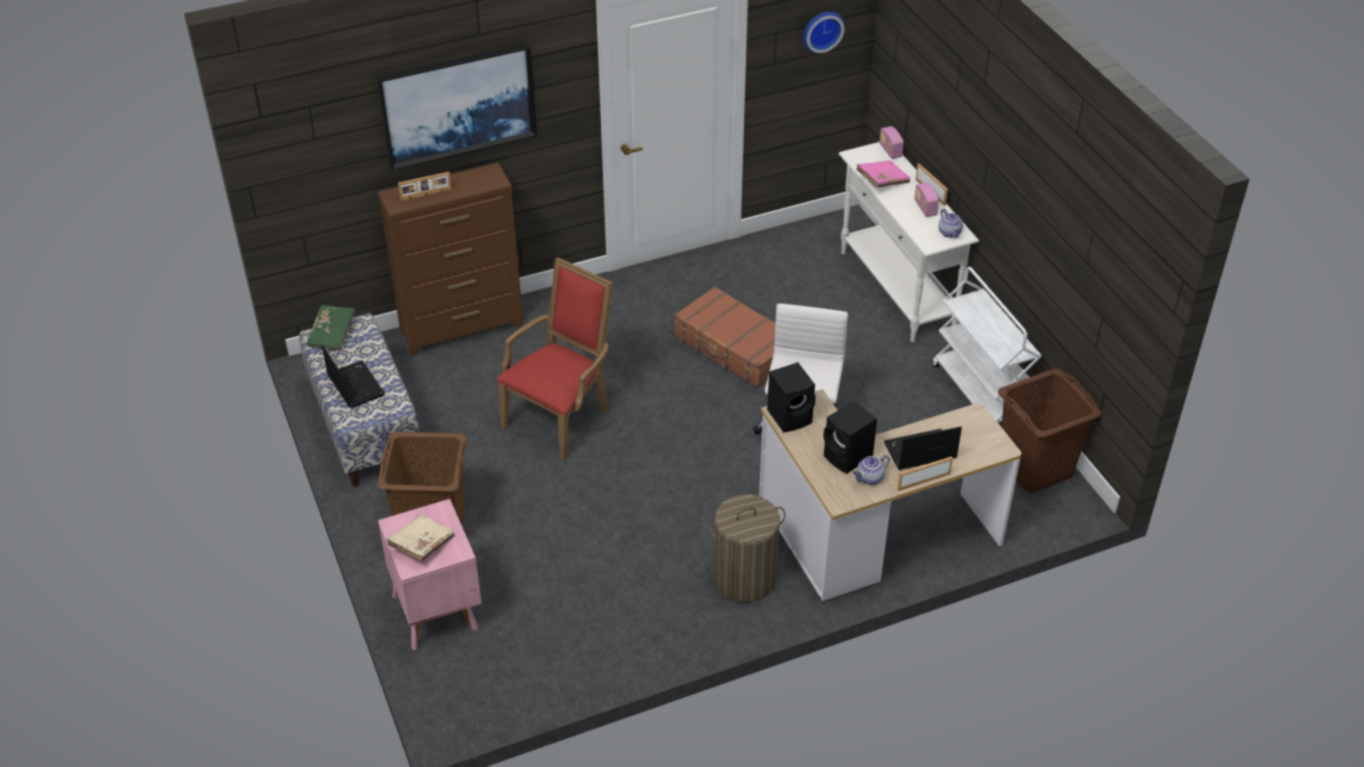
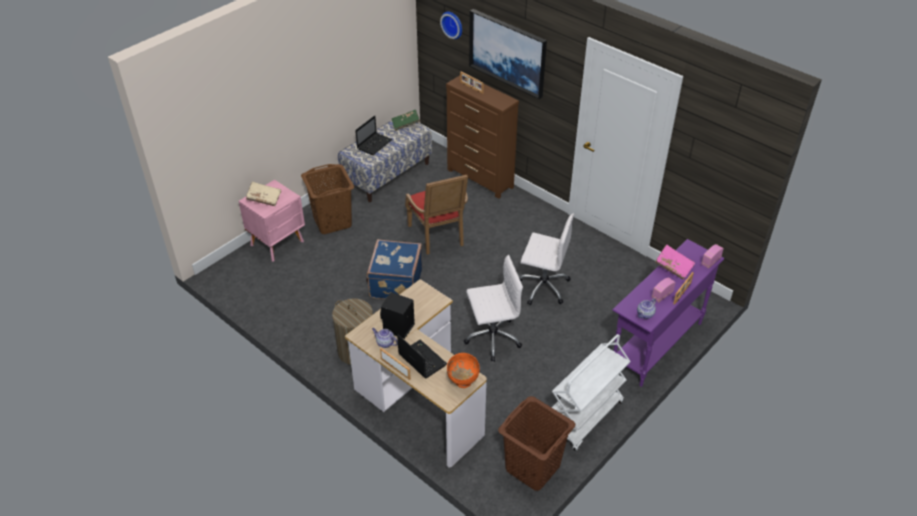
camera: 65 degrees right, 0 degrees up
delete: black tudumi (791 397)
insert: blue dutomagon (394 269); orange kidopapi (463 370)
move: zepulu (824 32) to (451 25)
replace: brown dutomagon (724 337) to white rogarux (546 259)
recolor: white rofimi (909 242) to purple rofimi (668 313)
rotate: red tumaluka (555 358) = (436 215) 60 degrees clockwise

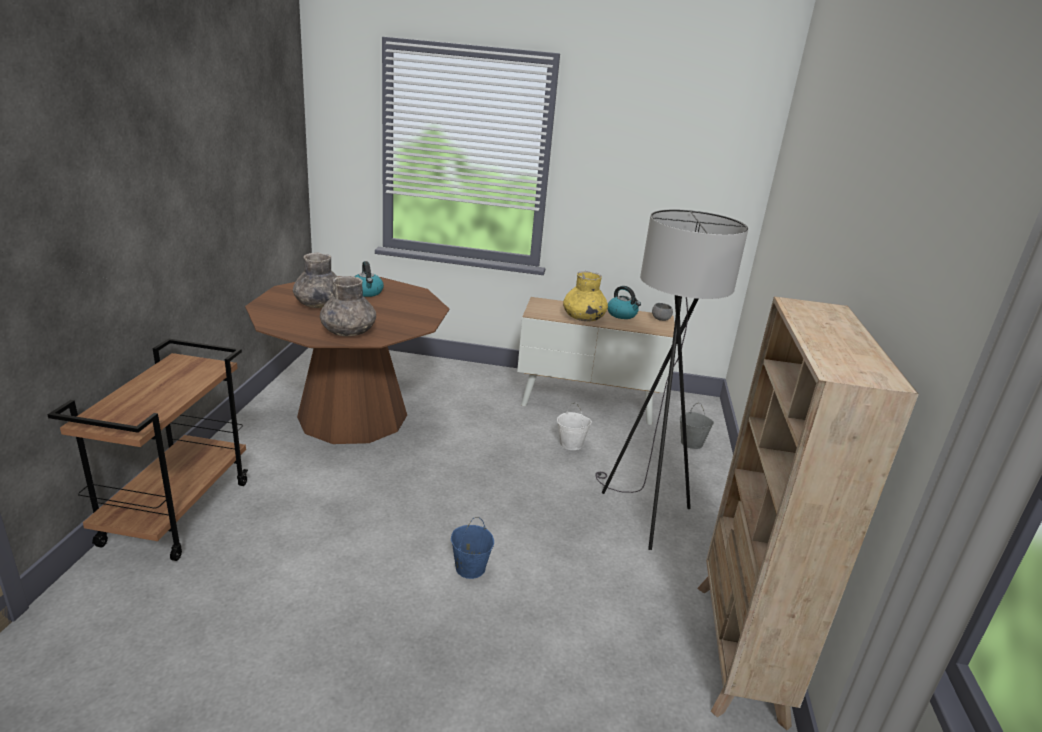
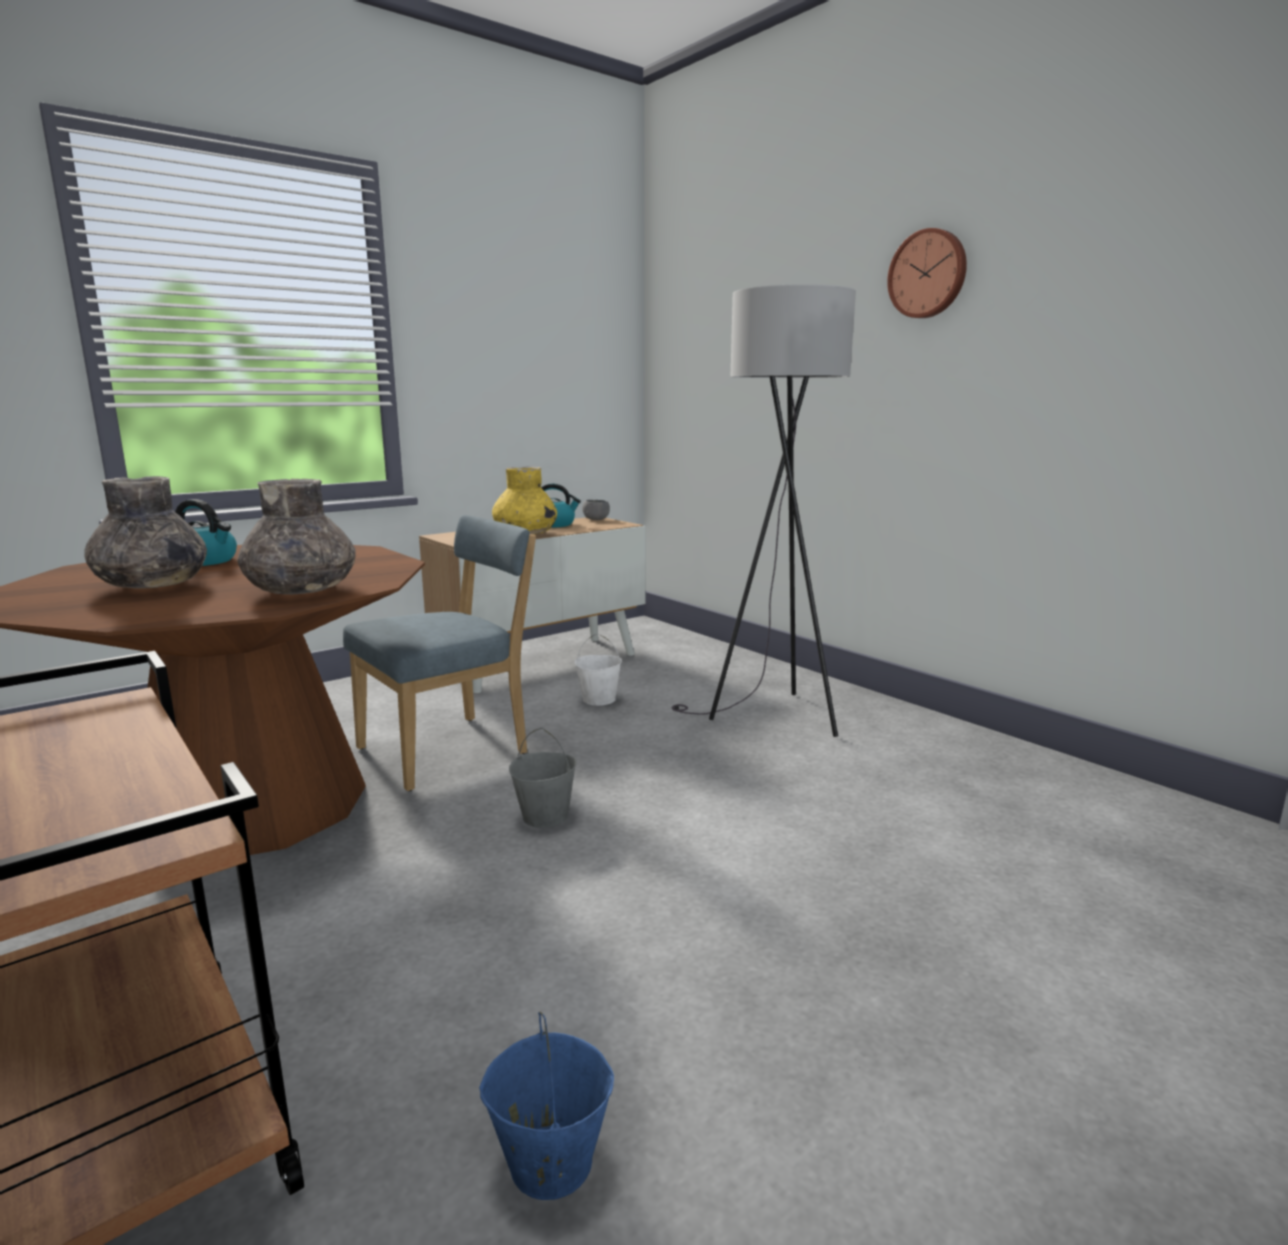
camera: 45 degrees left, 10 degrees down
delete: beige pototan (808 513)
insert: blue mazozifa (439 653); zepulu (927 273)
move: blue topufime (472 548) to (546 1105); grey topufime (697 426) to (543 778)

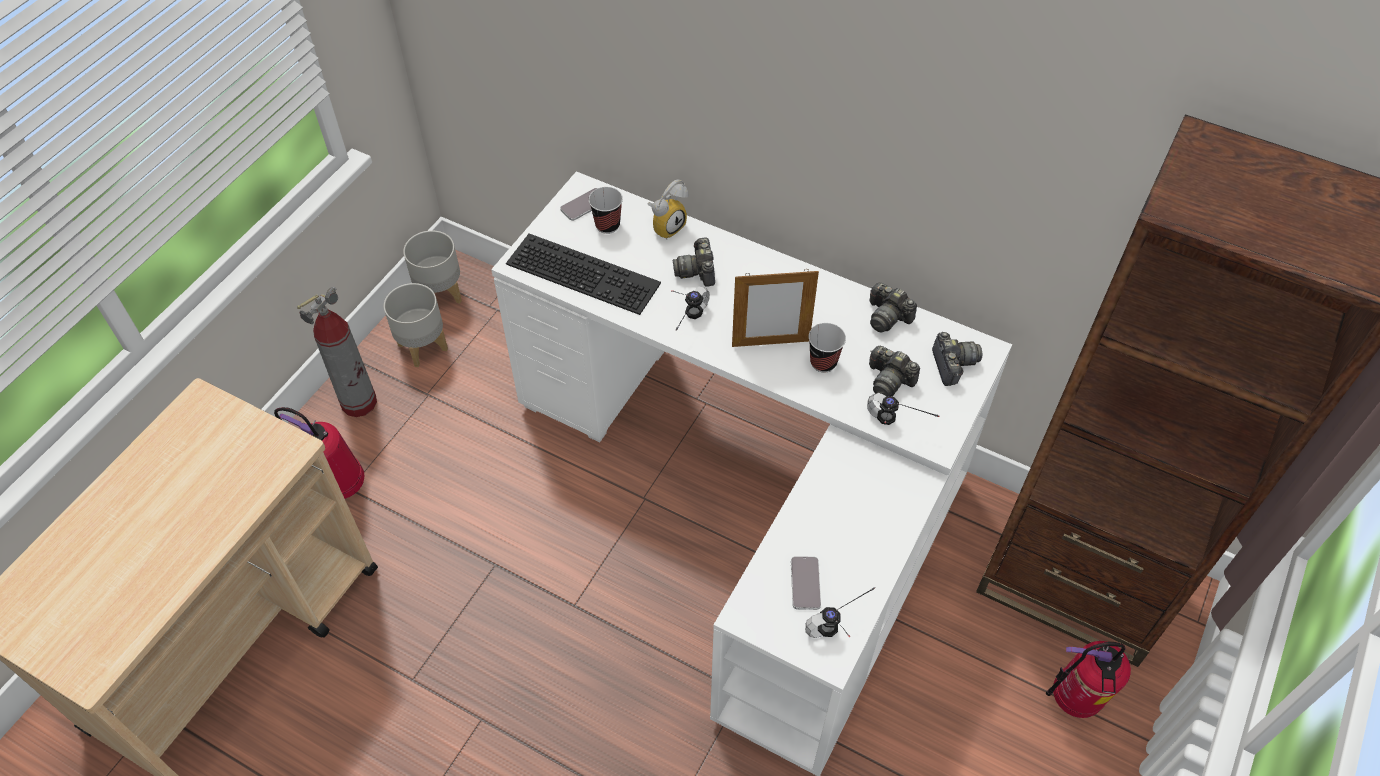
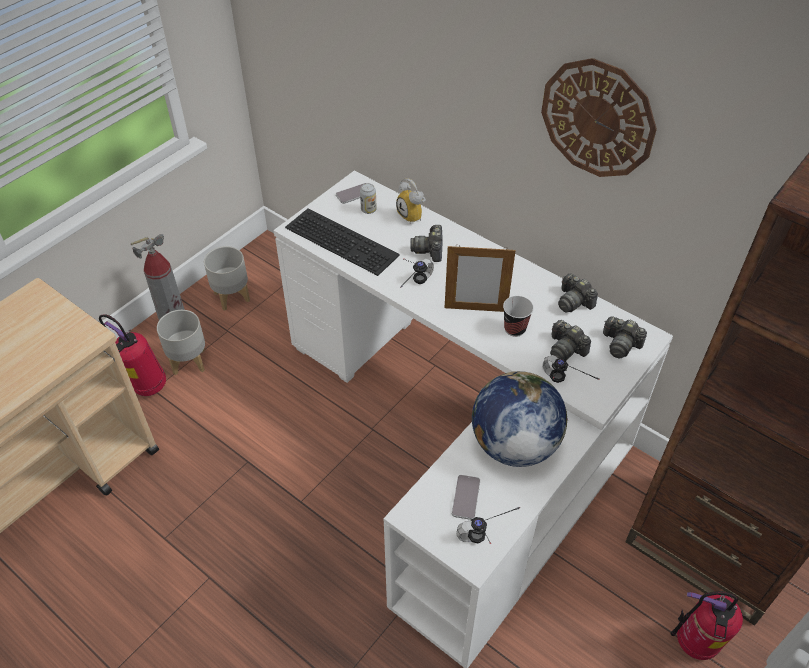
camera: 10 degrees right, 5 degrees down
insert: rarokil (520 419); zepulu (599 117)
move: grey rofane (432 267) to (181 342)
replace: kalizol (606 210) to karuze (368 198)
rotate: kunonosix (668 209) = (411 200) 90 degrees clockwise; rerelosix (957 359) = (625 337) 120 degrees clockwise

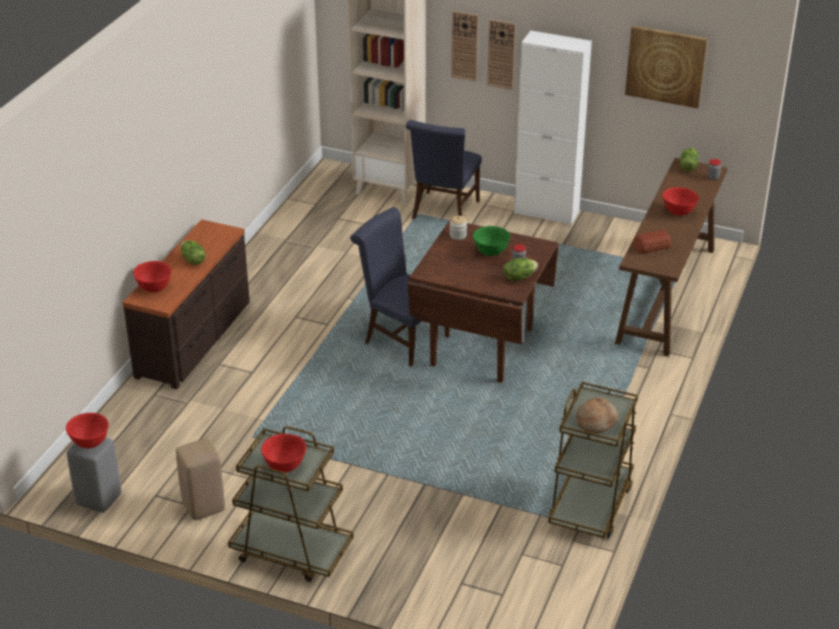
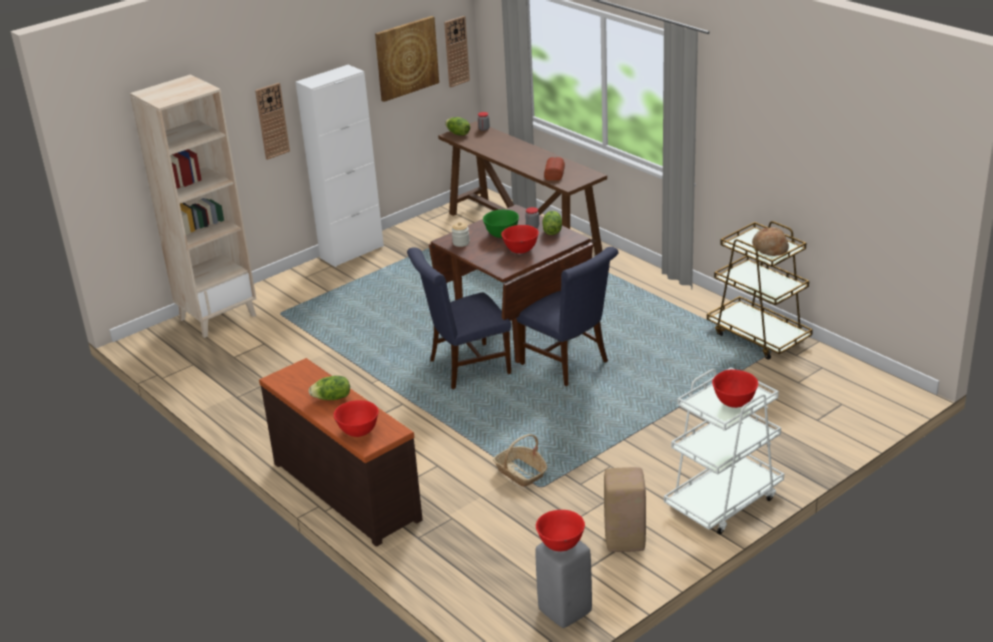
camera: 60 degrees left, 5 degrees down
insert: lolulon (520 460)
move: zepulu (464 46) to (457 52); red kidopapi (680 201) to (520 239); blue mazozifa (444 169) to (567 316)
recolor: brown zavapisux (291 504) to white zavapisux (724 451)

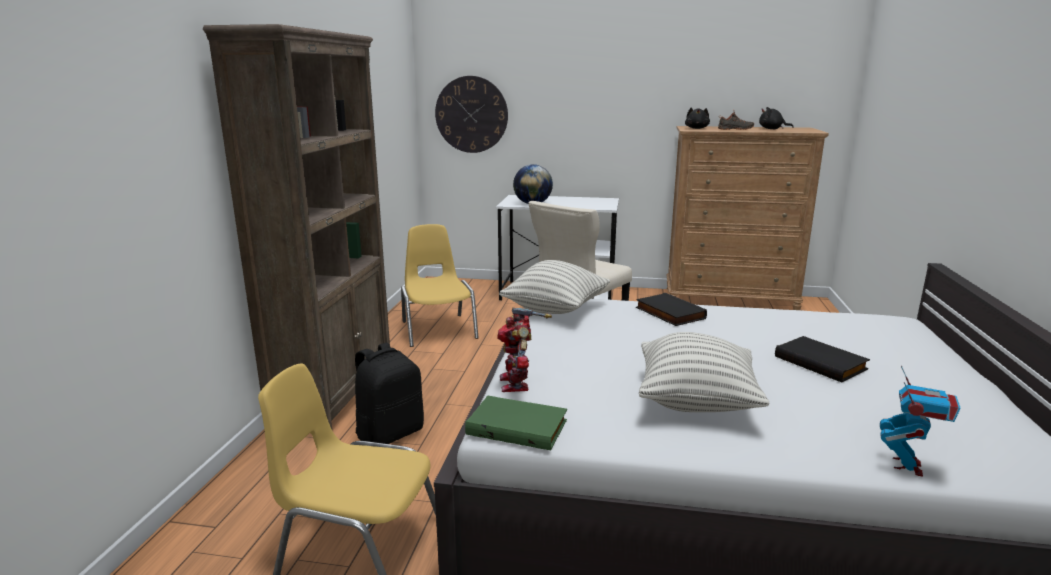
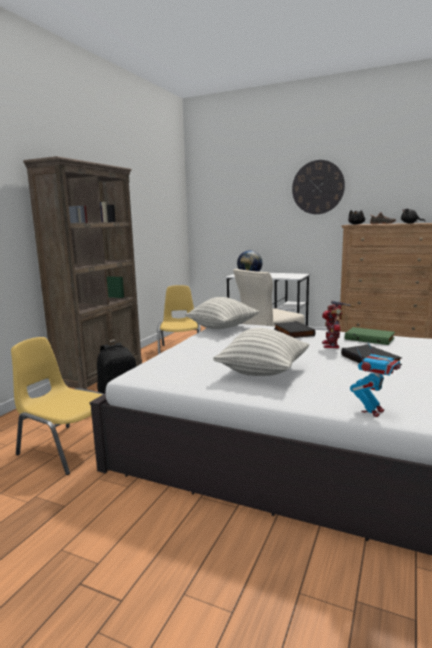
camera: 15 degrees right, 5 degrees down
move: zepulu (471 114) to (318 187); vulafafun (524 350) to (338 324); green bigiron (516 423) to (370 336)

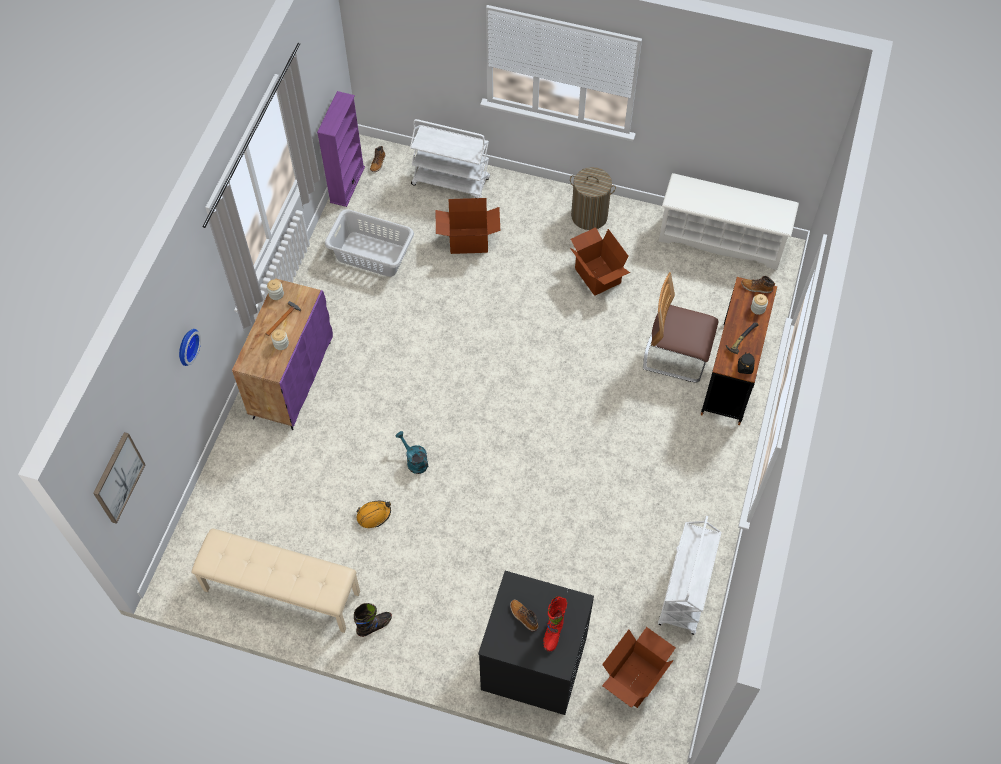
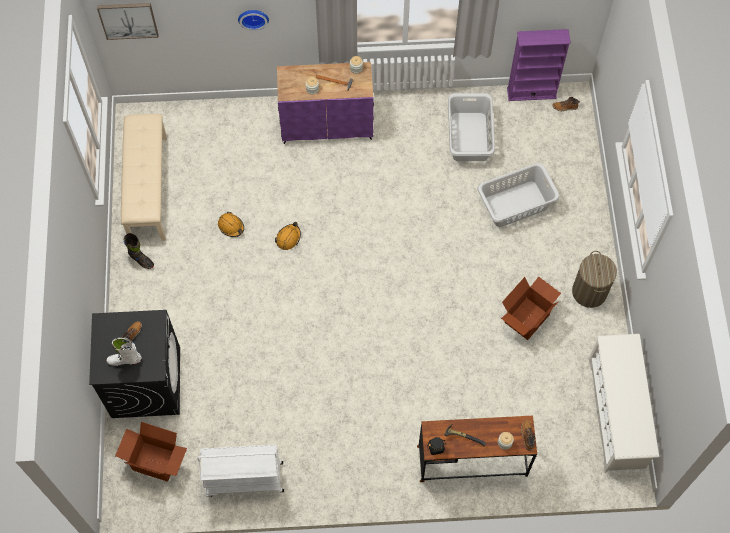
camera: 70 degrees right, 5 degrees up
delete: white zavapisux (450 158); mazozifa (680 327)
replace: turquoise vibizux (412 452) to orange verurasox (288 236); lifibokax (467 226) to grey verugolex (518 195)
recolor: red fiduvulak (555 624) to white fiduvulak (124 352)

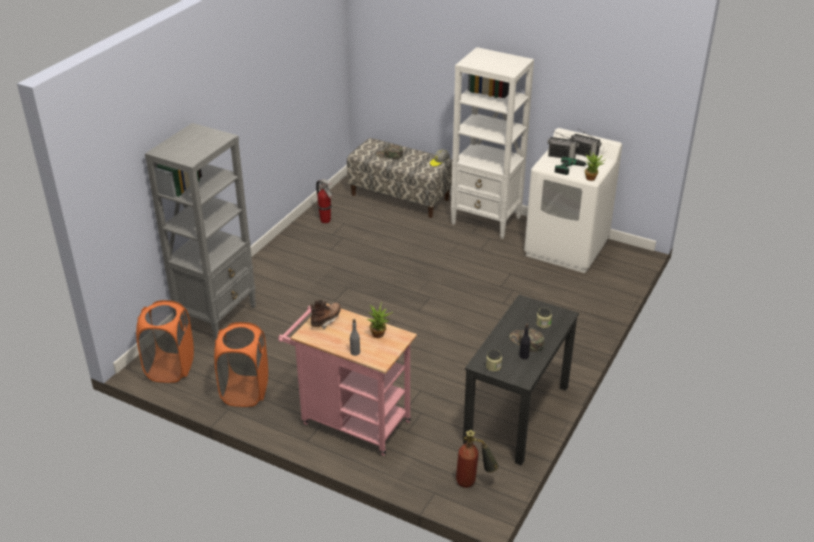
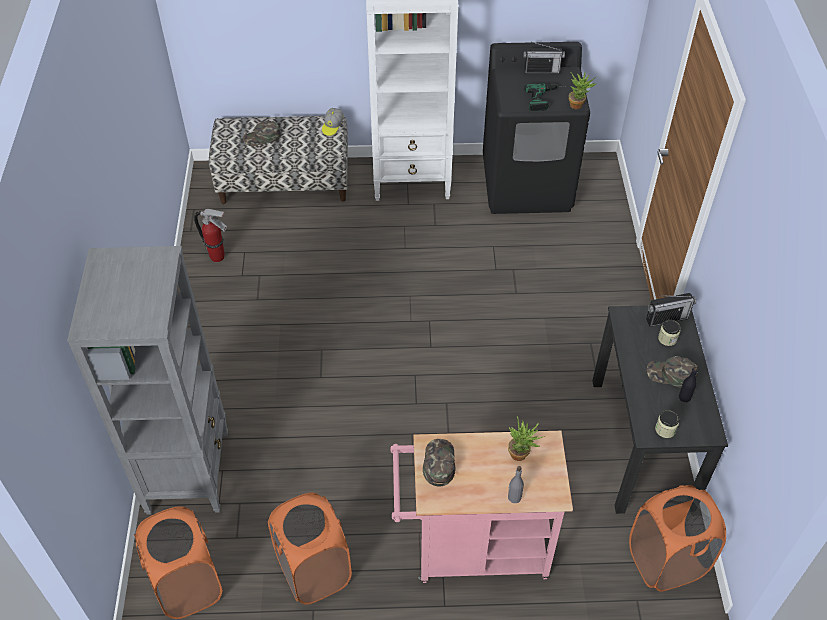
camera: 30 degrees left, 15 degrees up
move: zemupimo (563 145) to (671 310)
replace: brown fiduvulak (325 314) to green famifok (439 463); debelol (477 459) to orange verugolex (677 538)
recolor: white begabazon (573 200) to black begabazon (536 128)

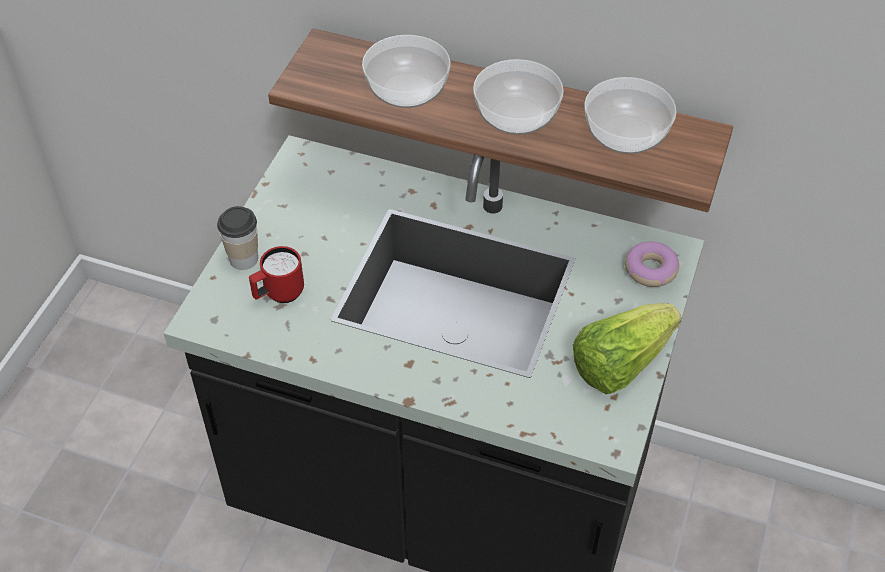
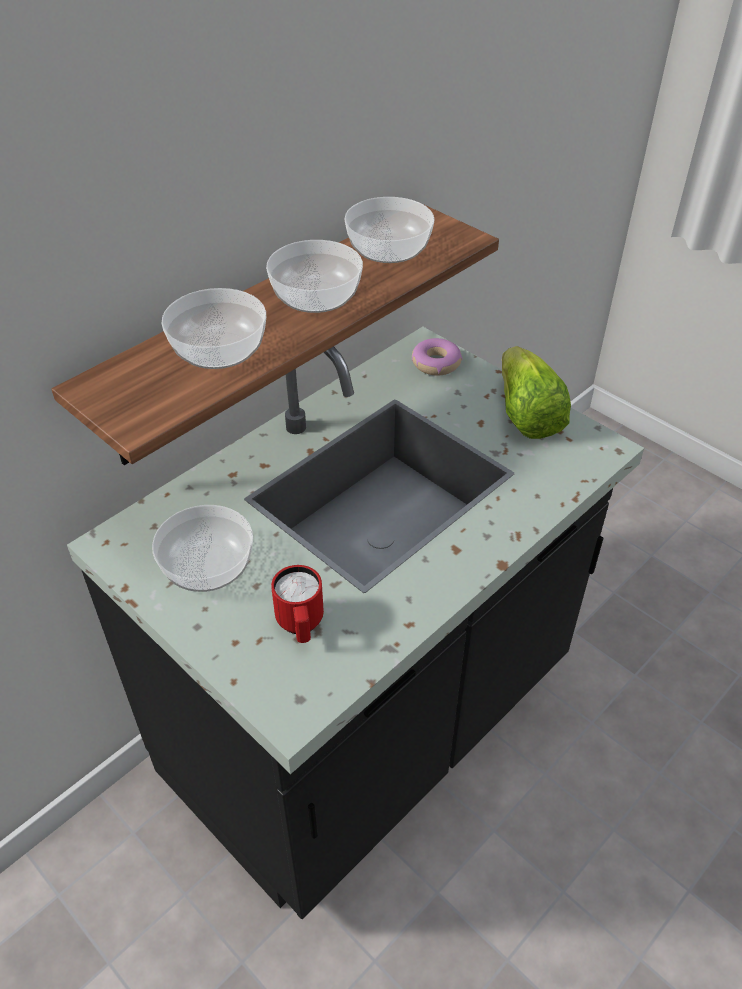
camera: 65 degrees left, 5 degrees down
delete: kalizol (237 238)
insert: kidopapi (202 548)

